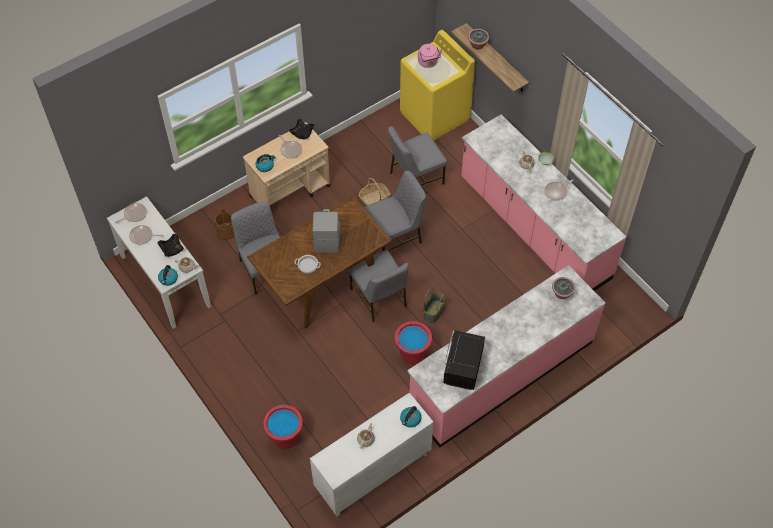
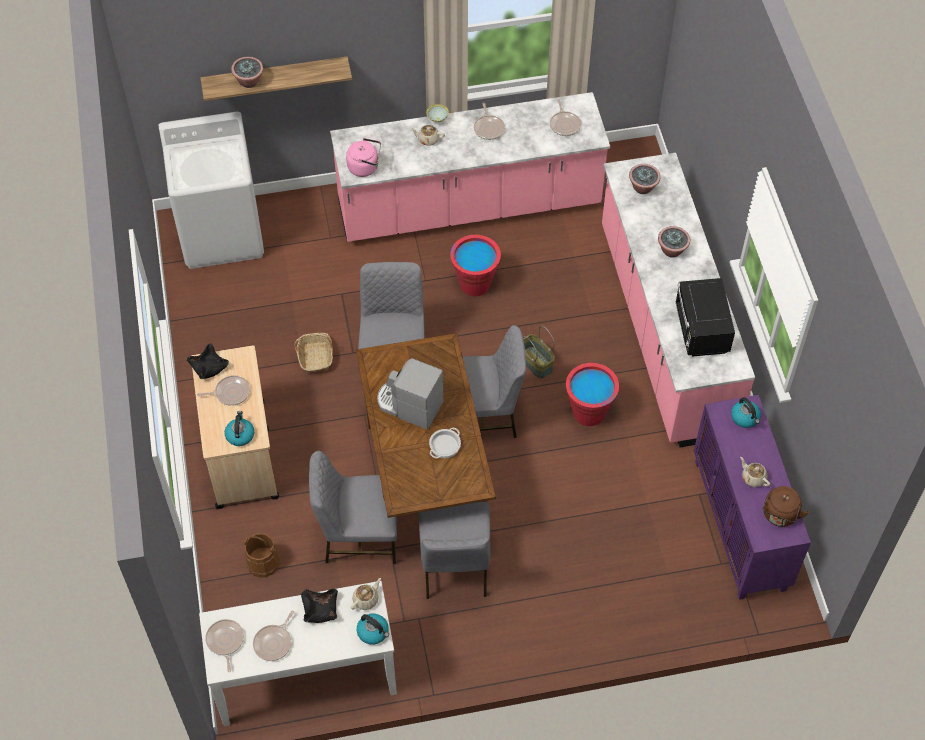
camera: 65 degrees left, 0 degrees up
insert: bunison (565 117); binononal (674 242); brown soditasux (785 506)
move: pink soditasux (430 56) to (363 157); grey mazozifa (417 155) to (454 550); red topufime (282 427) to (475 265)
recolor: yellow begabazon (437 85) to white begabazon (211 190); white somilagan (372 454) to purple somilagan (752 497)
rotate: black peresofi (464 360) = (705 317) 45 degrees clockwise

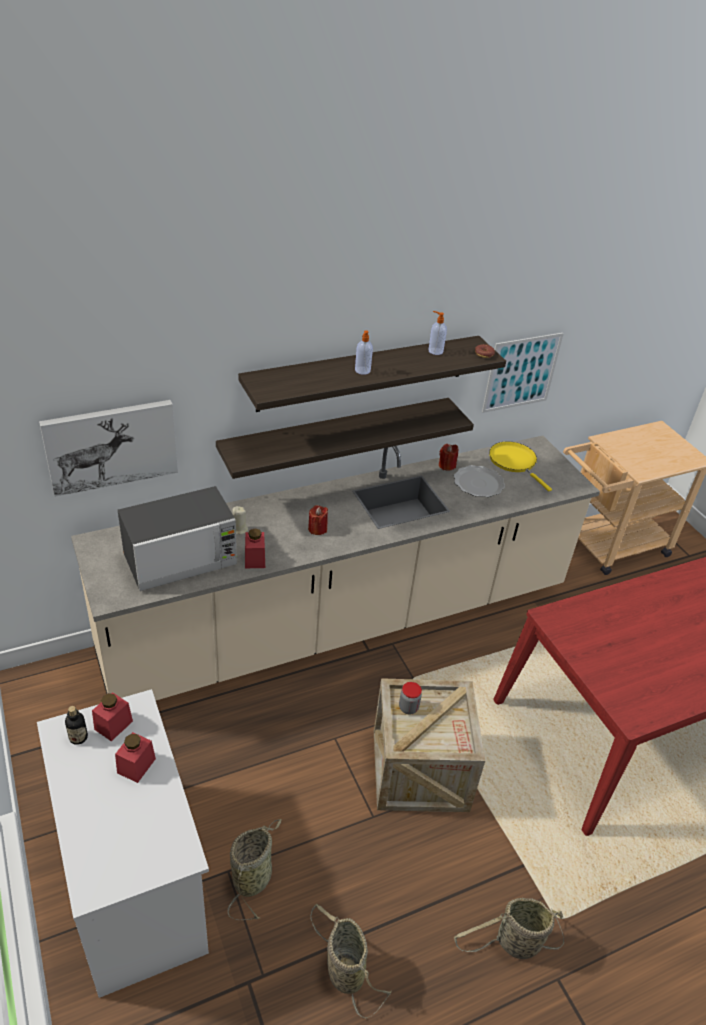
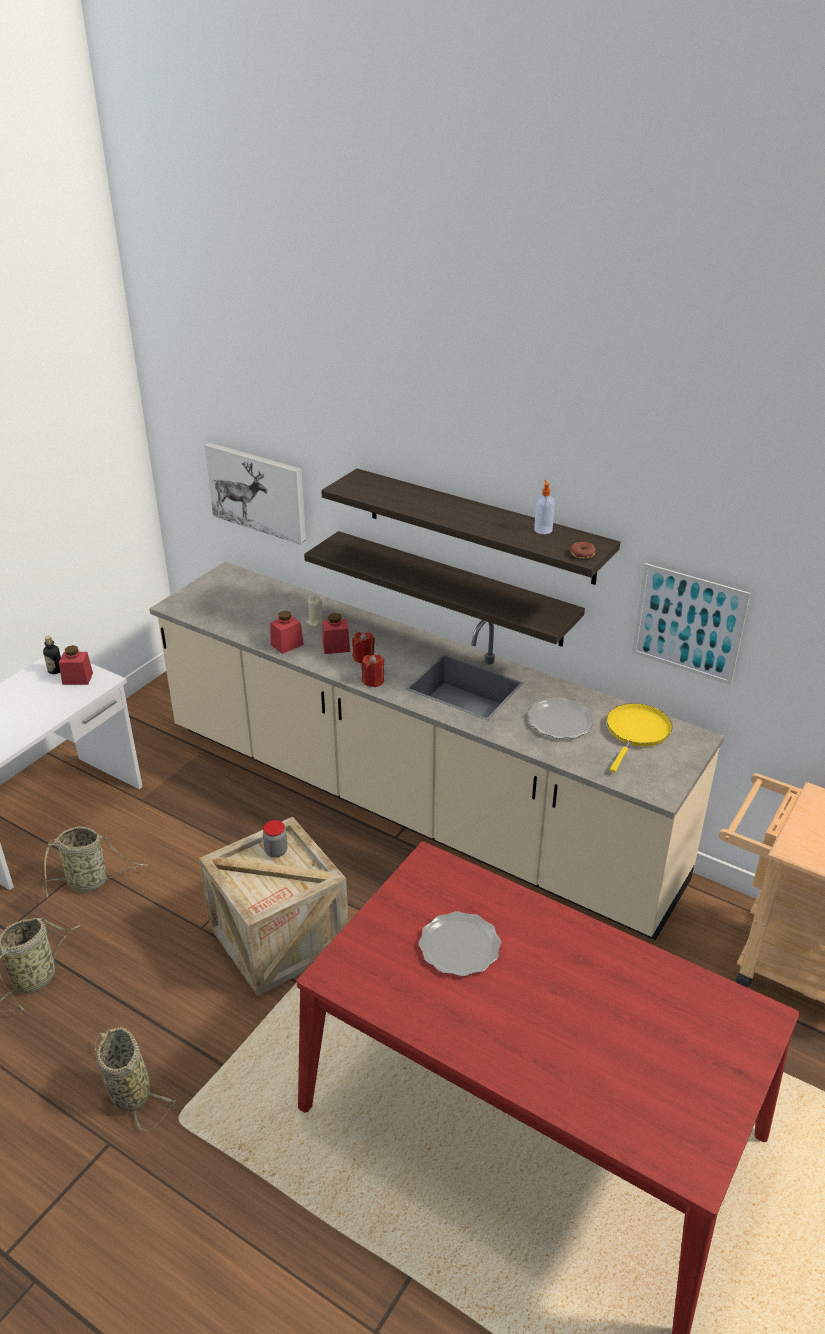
camera: 60 degrees right, 5 degrees down
delete: peresofi (177 538); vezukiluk (364 352)
insert: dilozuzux (460 943)
move: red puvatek (135 757) to (336 633); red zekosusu (448 457) to (373 670)

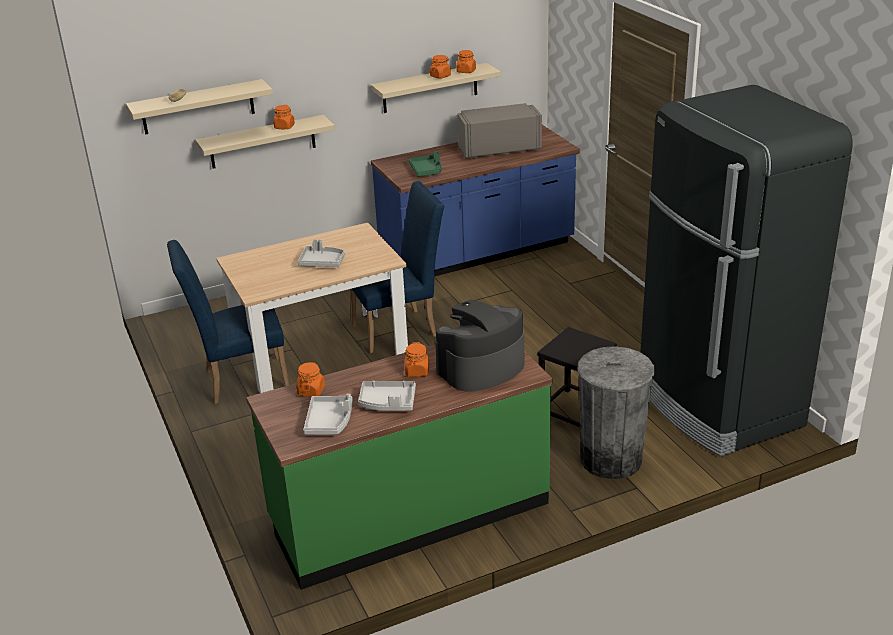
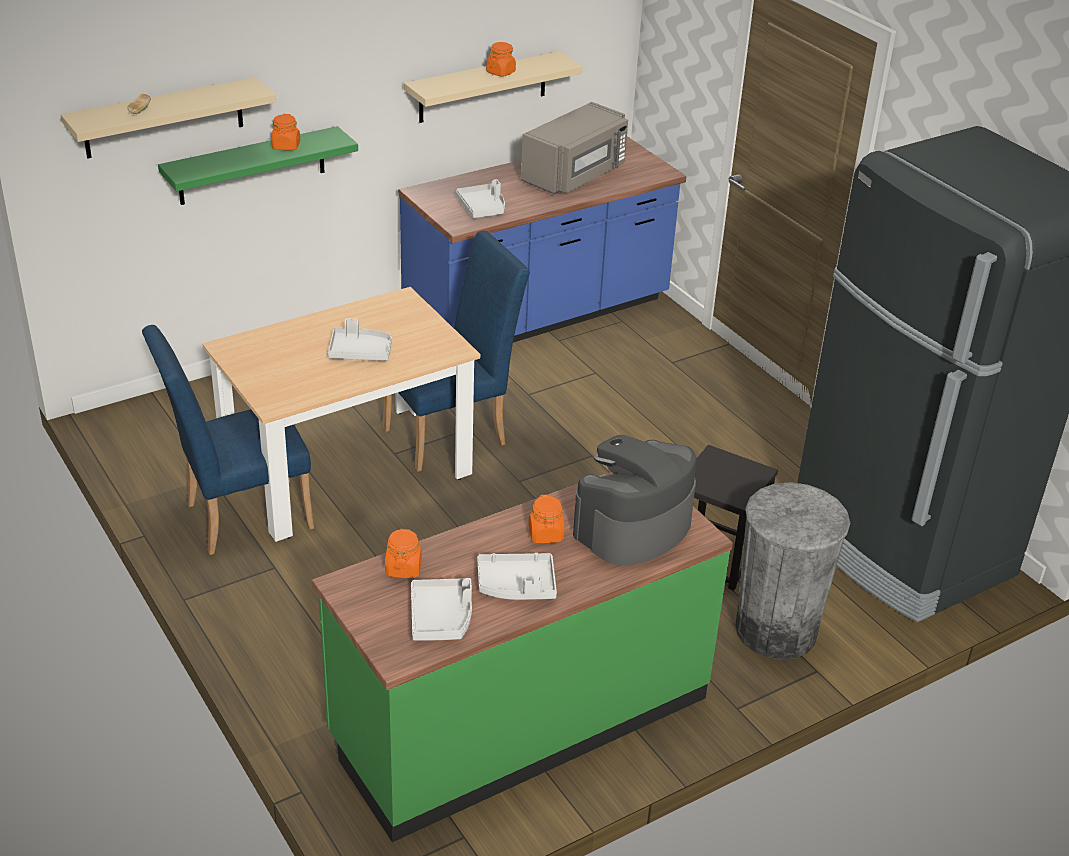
camera: 10 degrees left, 5 degrees up
delete: orange puvatek (466 61)
recolor: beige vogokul (265 142) to green vogokul (258 165); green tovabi (425 164) to grey tovabi (480 198)
rotate: grey peresofi (499 131) = (574 148) 150 degrees clockwise

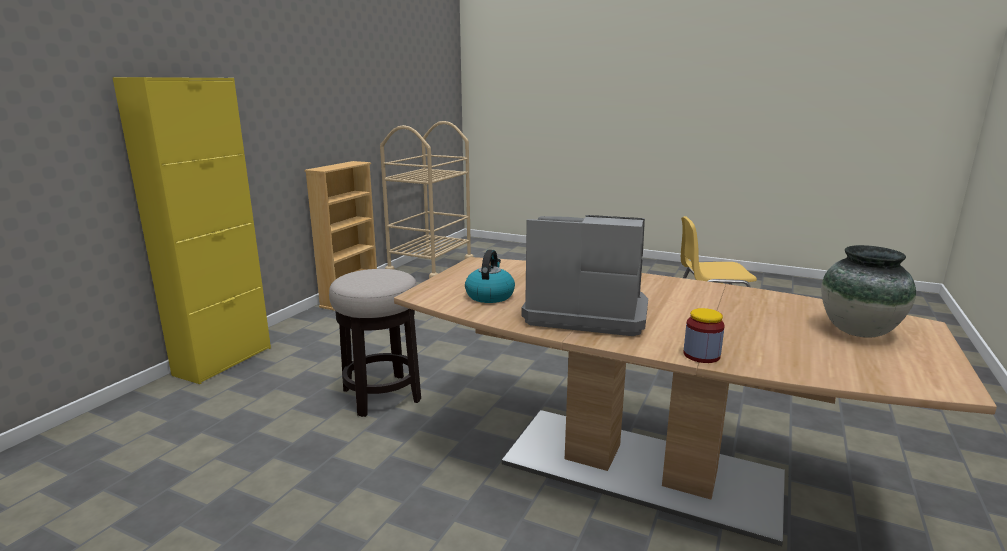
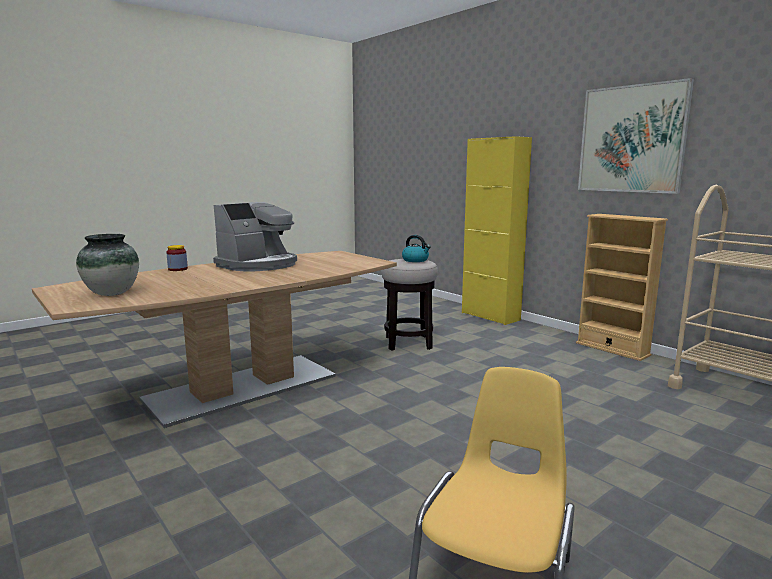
camera: 115 degrees right, 5 degrees down
insert: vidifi (636 136)
move: soditasux (490 276) to (416 248)

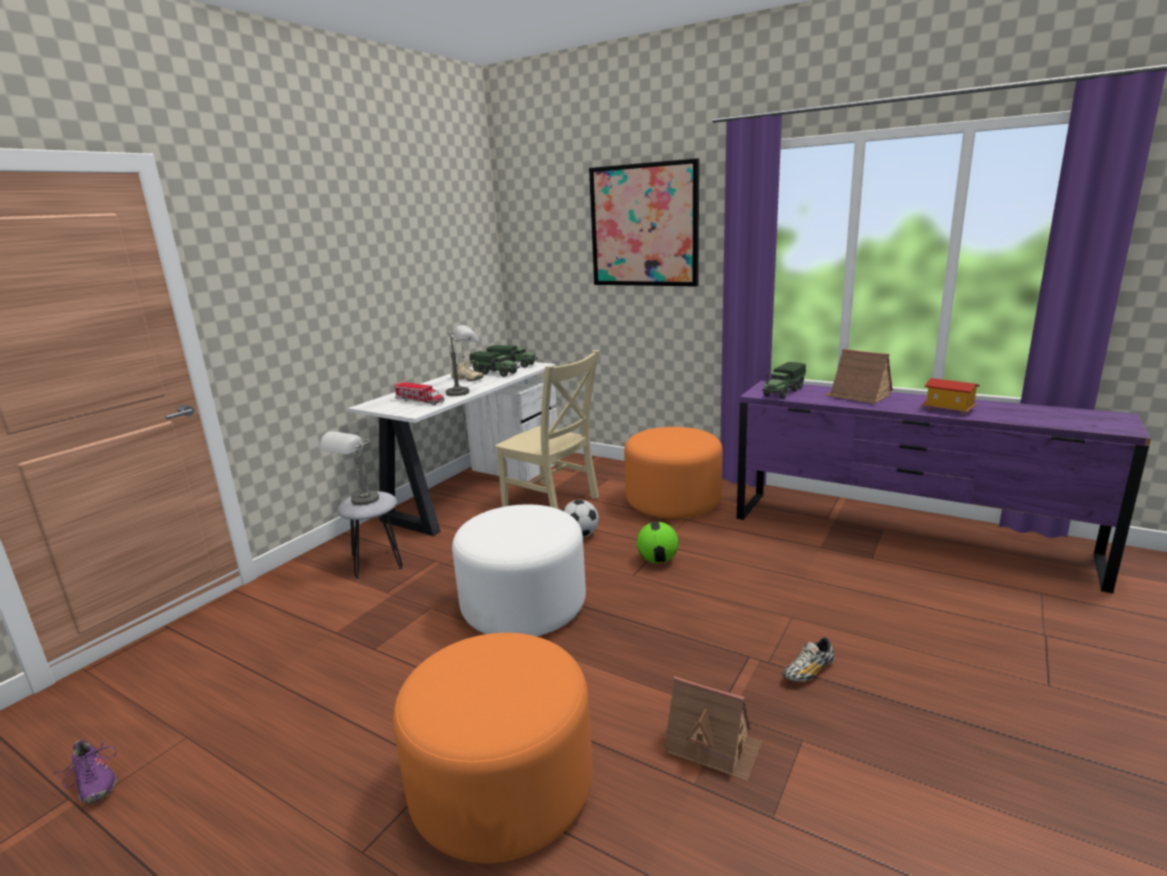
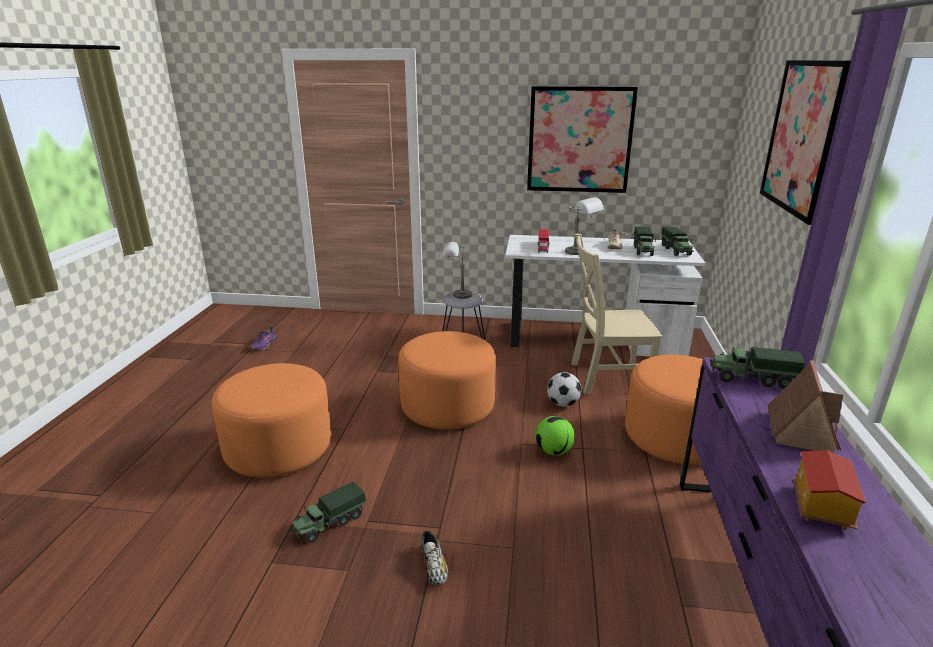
camera: 65 degrees right, 5 degrees up
insert: vidifi (582 139)
replace: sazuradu (713 729) to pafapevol (328 512)
recolor: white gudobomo (519 570) to orange gudobomo (447 380)
rotate: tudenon (808 659) = (434 558) 135 degrees counterclockwise; beige mazozifa (547 429) = (616 313) 75 degrees clockwise

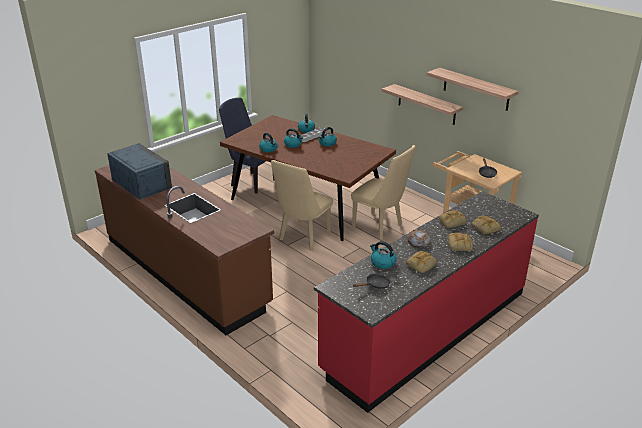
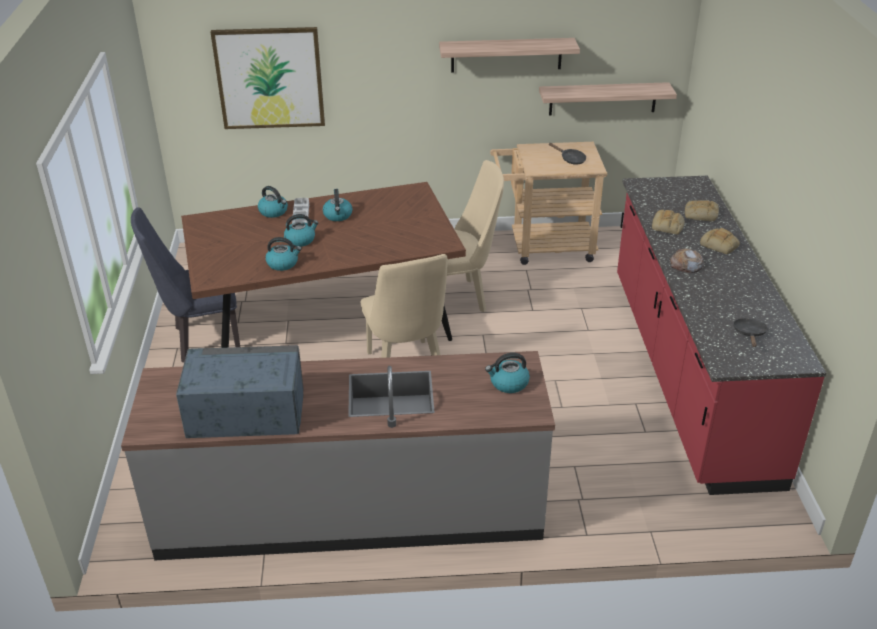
camera: 50 degrees left, 5 degrees up
delete: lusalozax (421 262)
insert: vidifi (268 78)
move: soditasux (383 255) to (507 373); vogokul (422 104) to (608 99)
recolor: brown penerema (184 250) to grey penerema (338 456)

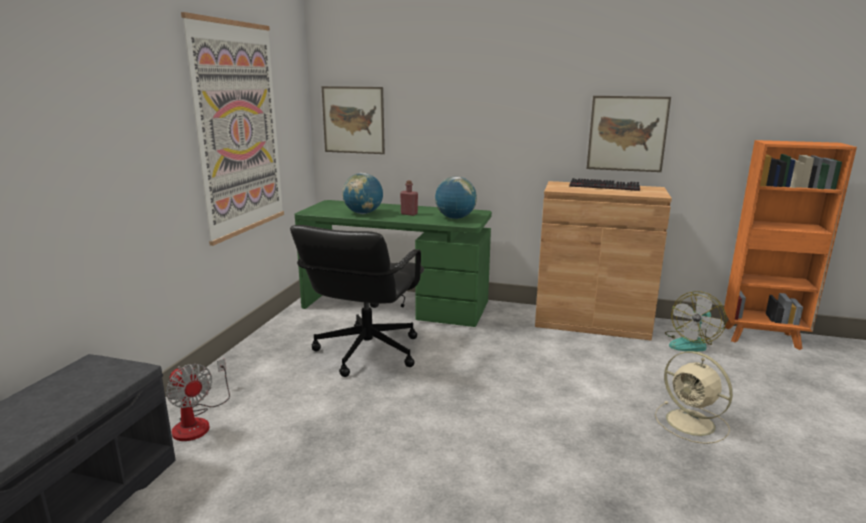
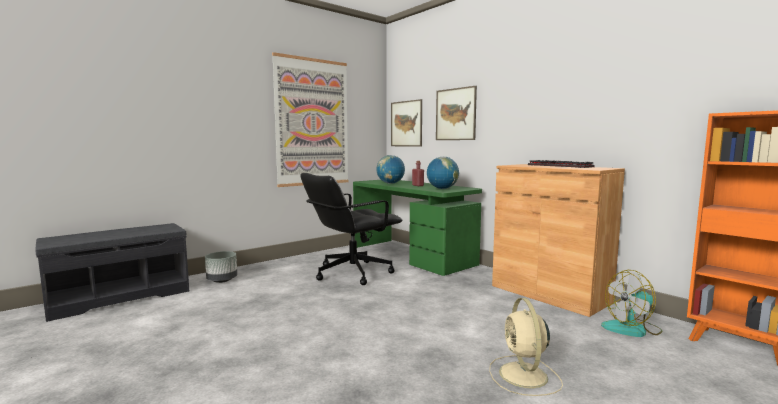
camera: 35 degrees right, 10 degrees down
move: vidifi (629 134) to (456 113)
replace: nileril (198 400) to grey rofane (221 267)

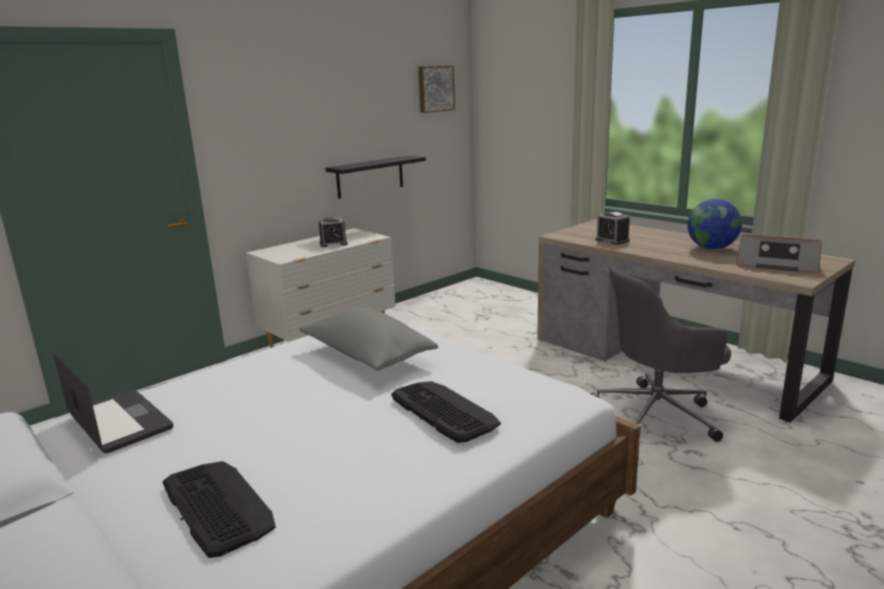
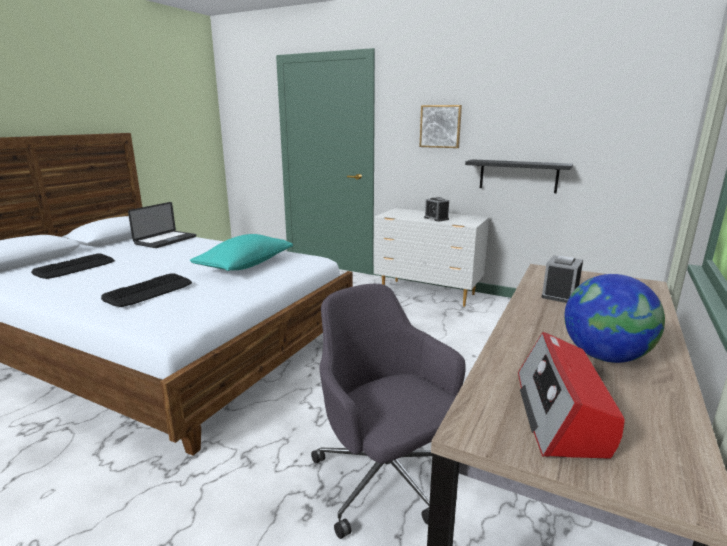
camera: 70 degrees right, 0 degrees up
move: vidifi (436 89) to (441 126)
recolor: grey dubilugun (368 339) to turquoise dubilugun (241 252)

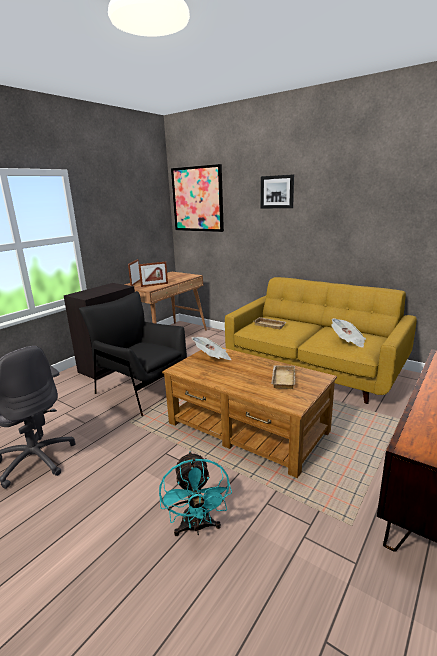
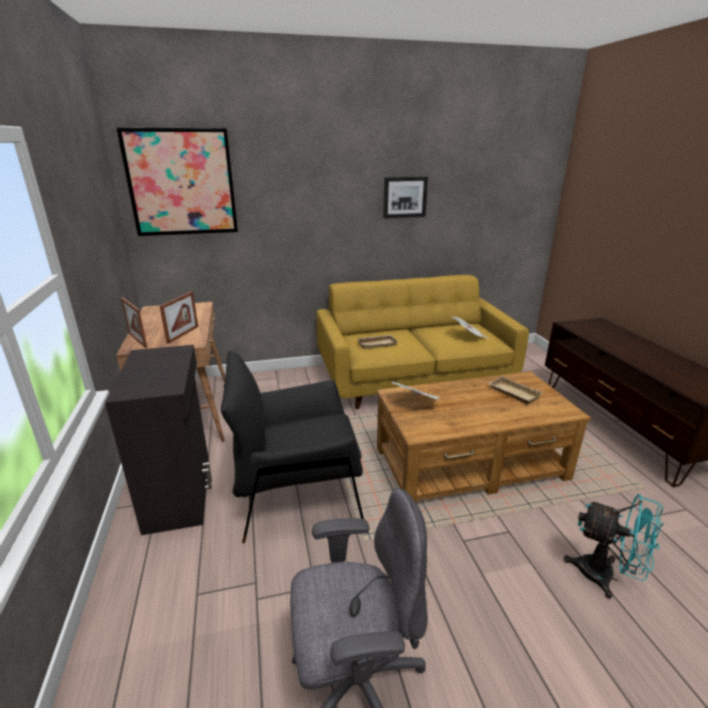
camera: 50 degrees left, 5 degrees up
move: vidifi (277 191) to (405 197)

